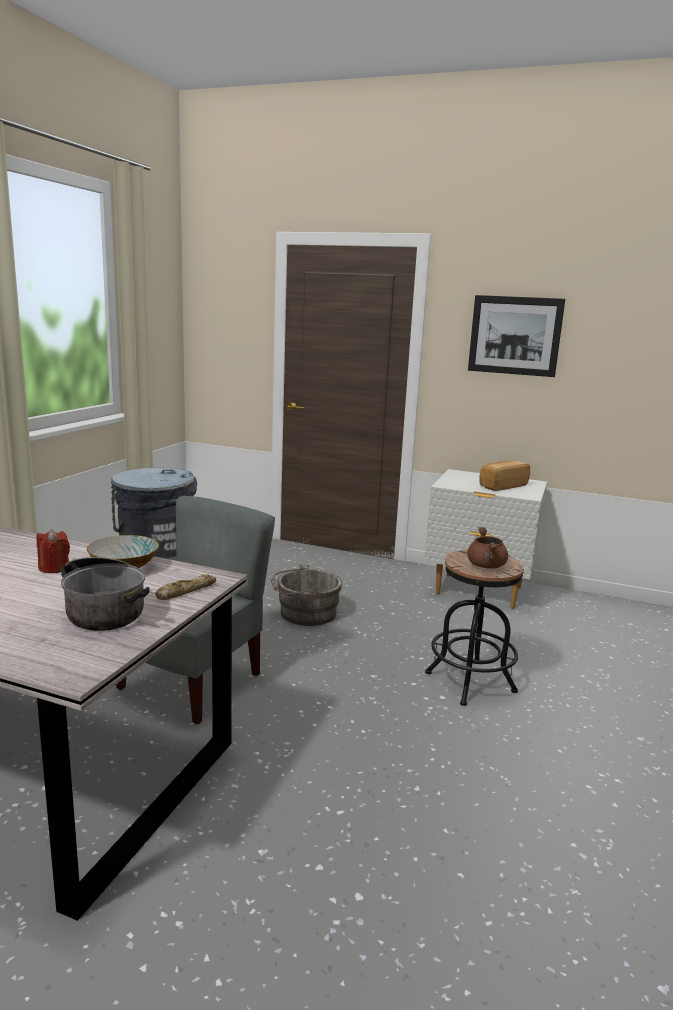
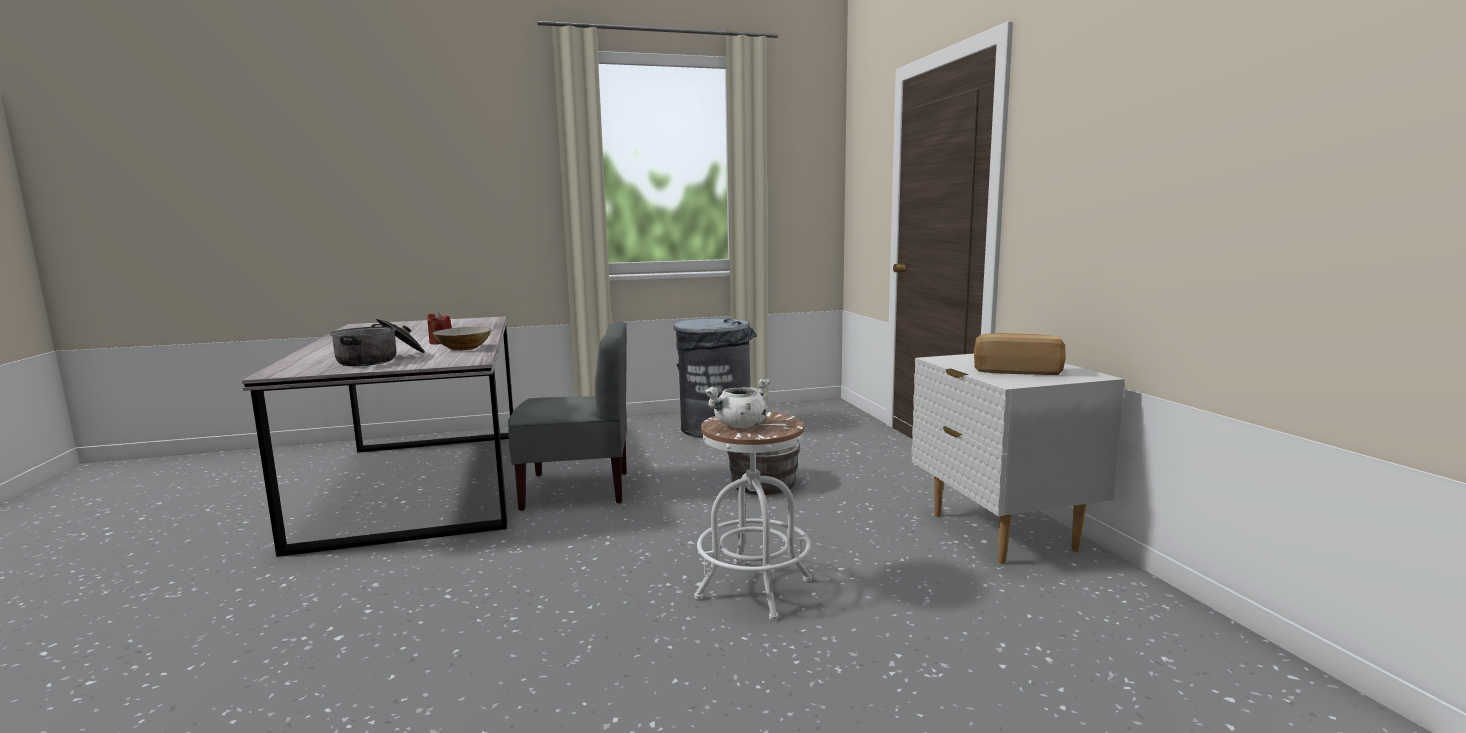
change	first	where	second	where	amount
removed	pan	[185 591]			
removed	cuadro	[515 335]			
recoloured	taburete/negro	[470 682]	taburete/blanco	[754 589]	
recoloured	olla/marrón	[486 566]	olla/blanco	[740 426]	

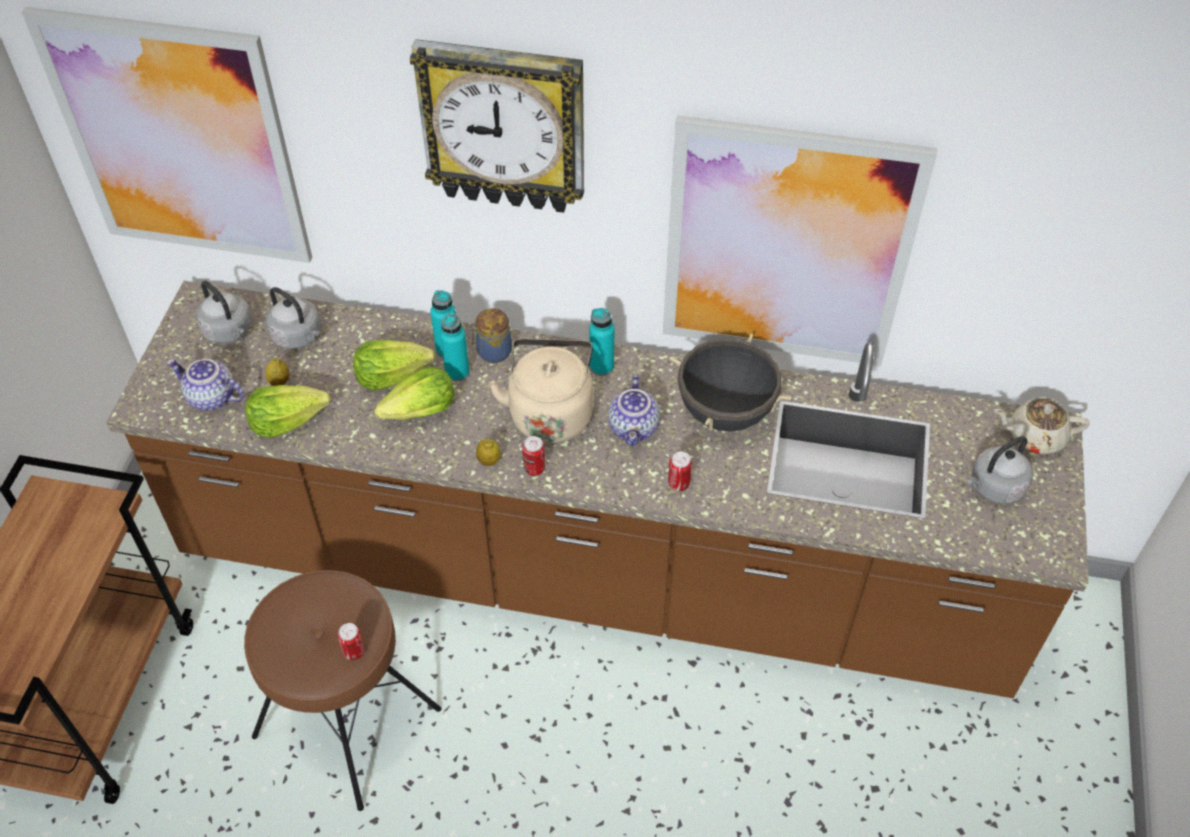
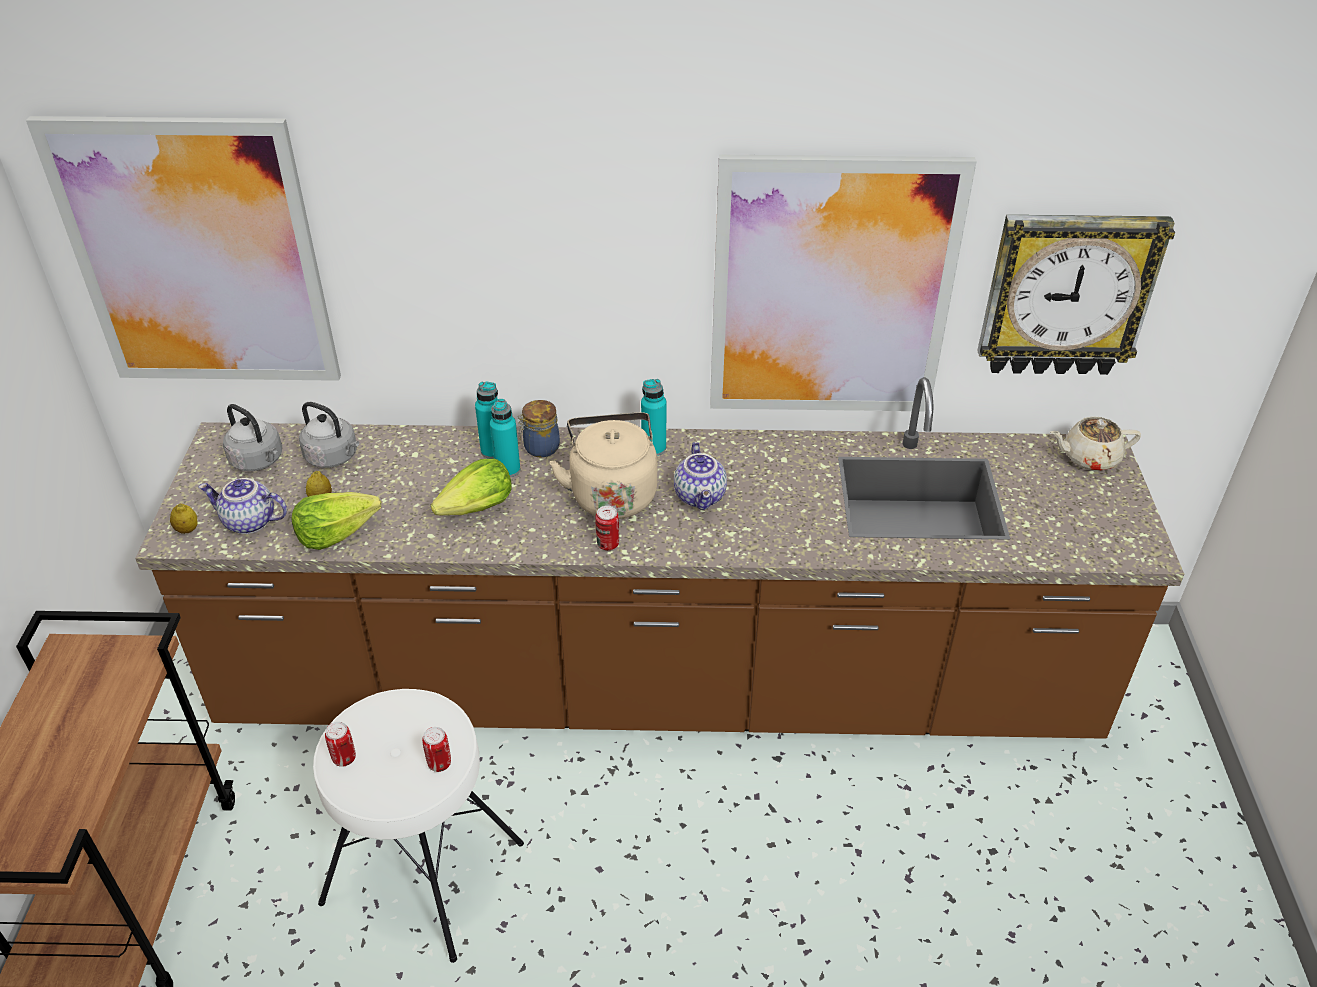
change	first	where	second	where	amount
removed	lechuga	[392 375]			
removed	olla/negro	[725 412]			
removed	hervidor/gris	[994 487]			
moved	reloj de pared	[504 126]		[1067 294]	
moved	limón	[489 460]		[187 530]	
moved	lata	[678 484]		[344 758]	
recoloured	taburete/marrón	[348 721]	taburete/blanco	[423 871]	

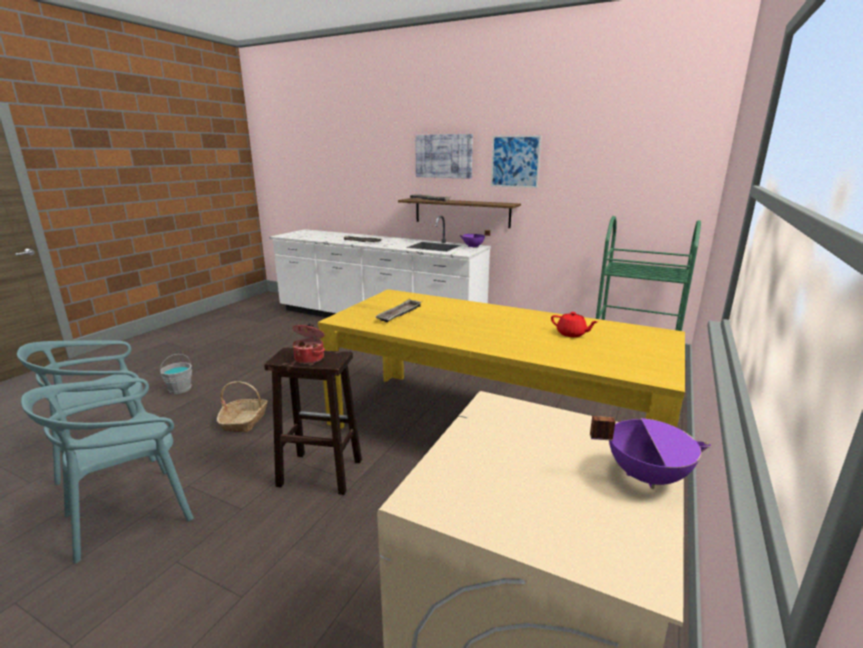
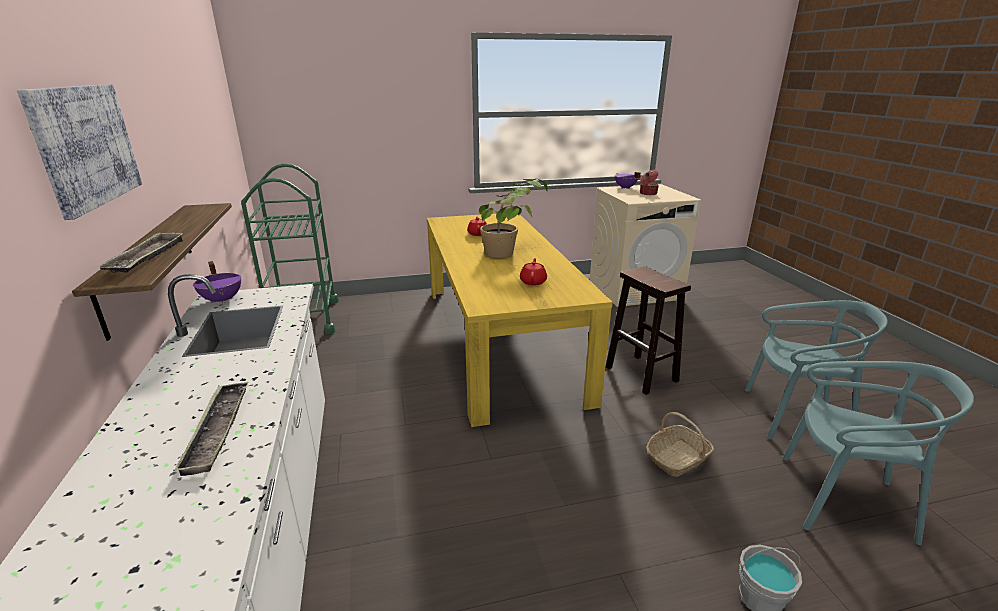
change	first	where	second	where	amount
removed	cuadro	[515 161]			
added			planta en maceta	[512 250]	
moved	olla	[310 358]		[647 193]	
replaced	bandeja	[399 314]	tetera/rojo	[533 281]	

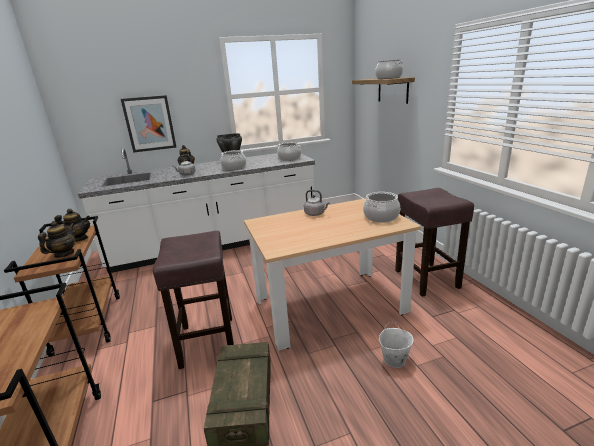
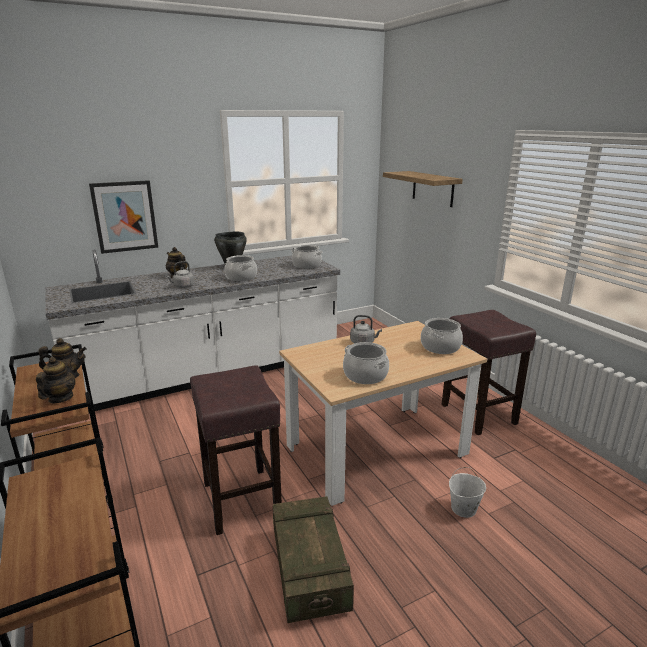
change	first	where	second	where	amount
moved	olla	[388 78]		[365 375]	

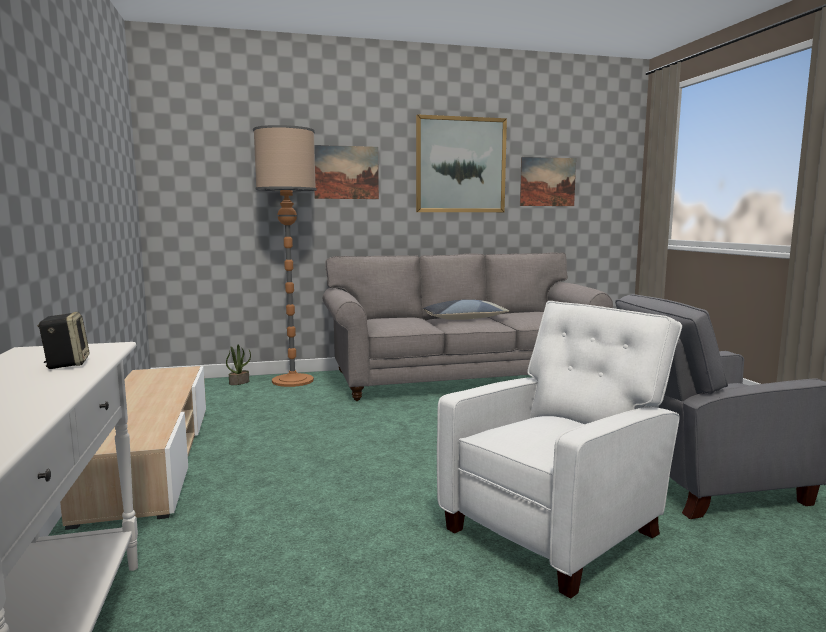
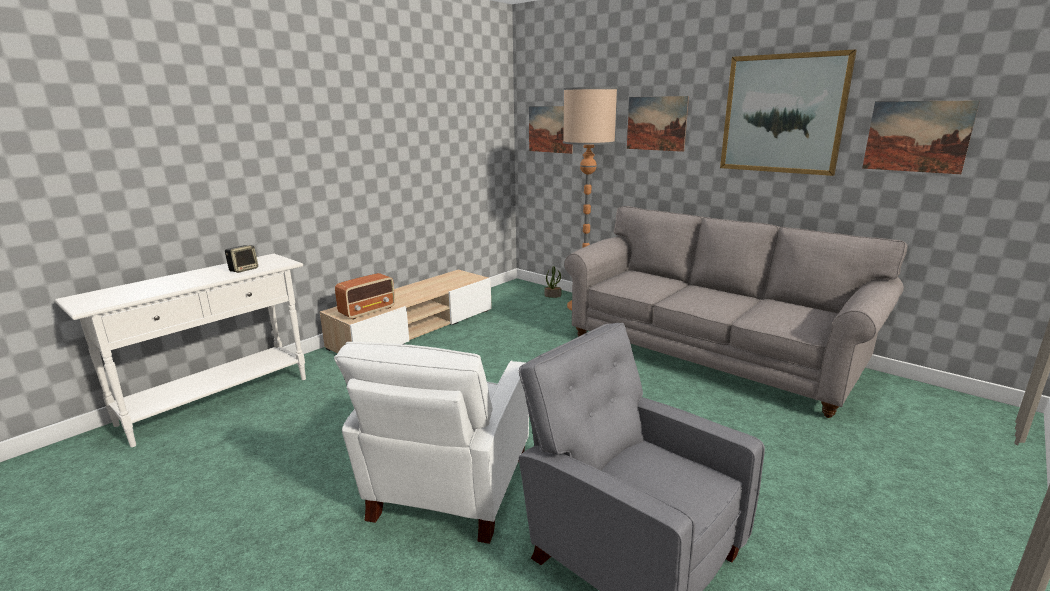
change	first	where	second	where	amount
removed	cojín	[464 319]			
added			radio	[368 311]	
added			cuadro	[550 129]	
turned	sillón/blanco	[557 529]		[447 490]	90 degrees clockwise

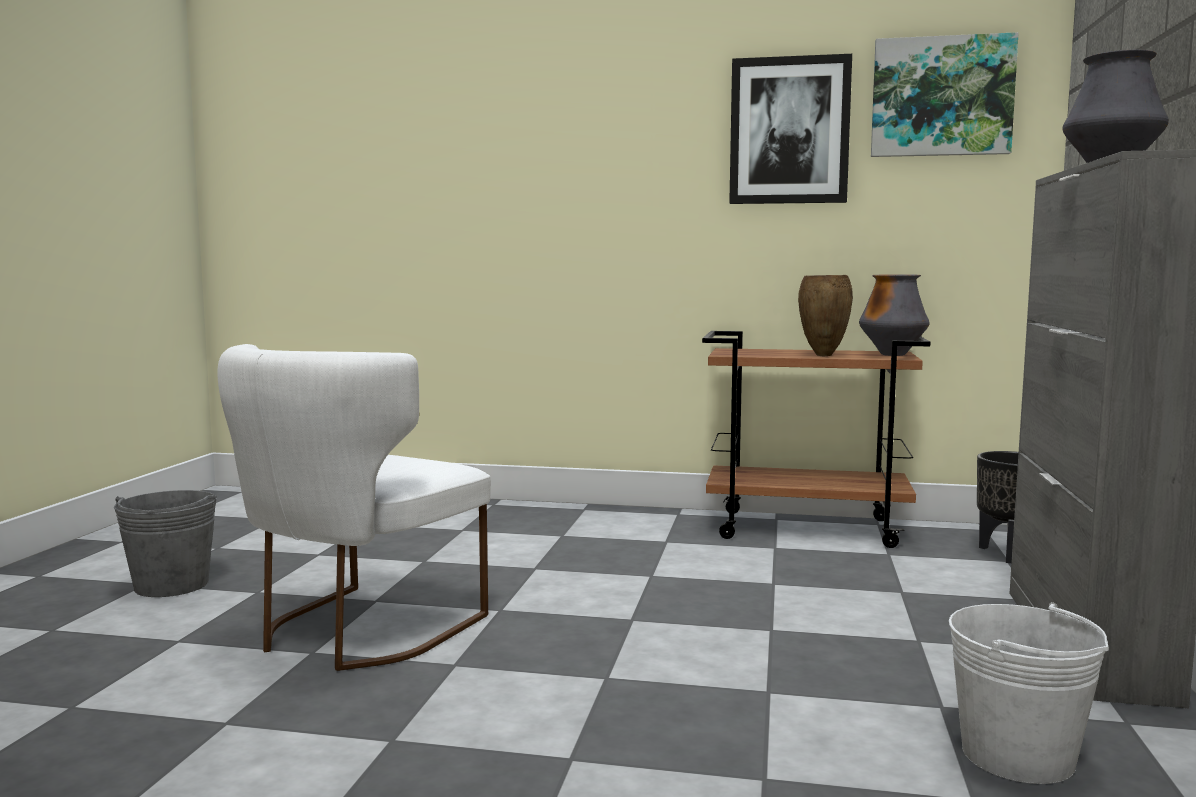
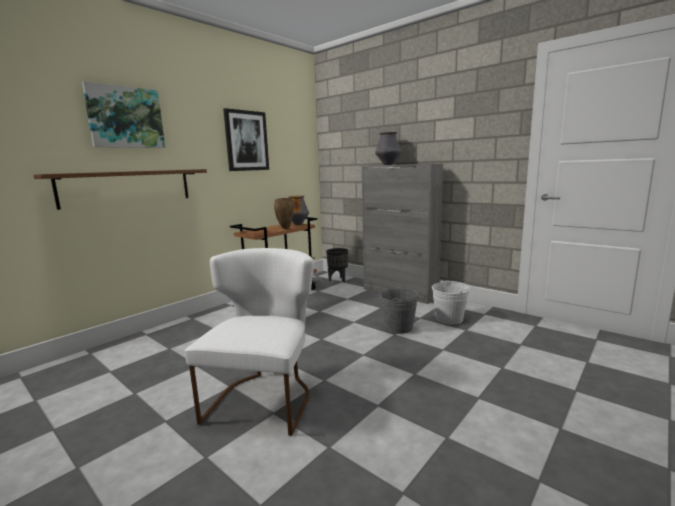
change	first	where	second	where	amount
added			estante/marrón	[127 187]	
moved	cubo/gris	[171 585]		[398 327]	
moved	cuadro	[941 97]		[125 117]	
turned	silla/blanco	[356 633]		[264 397]	135 degrees counterclockwise

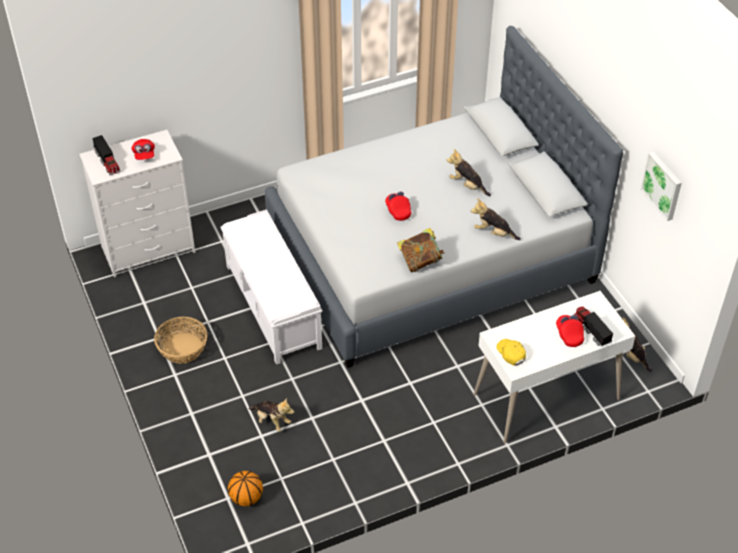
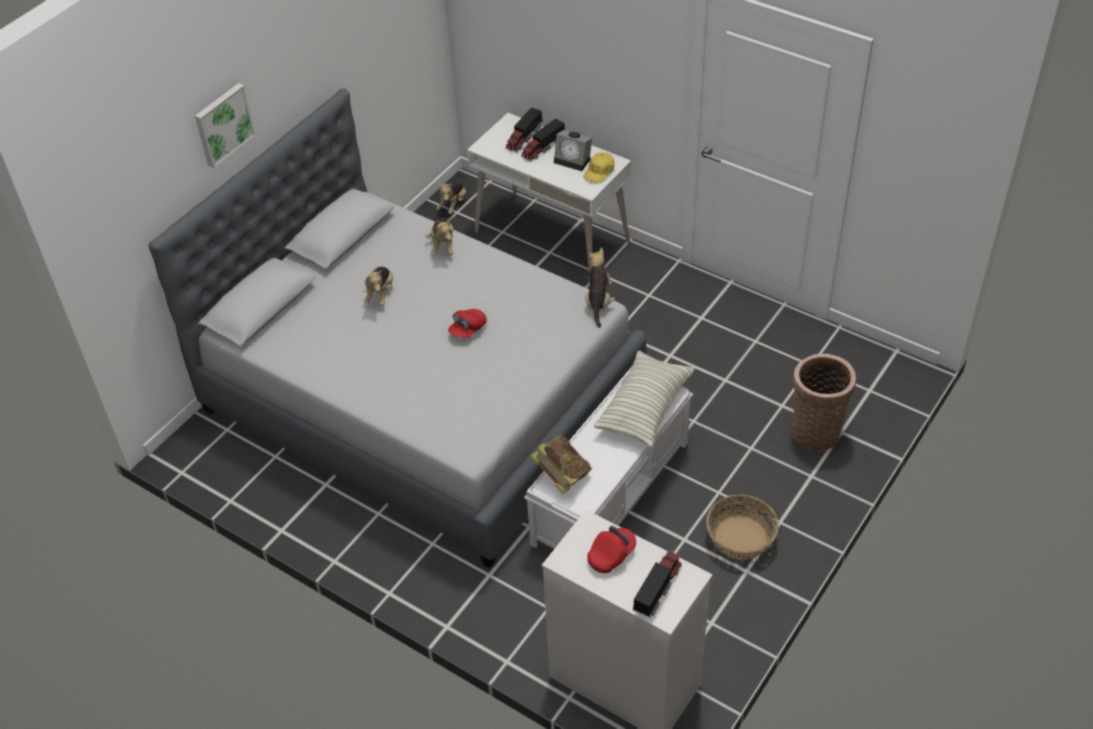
change	first	where	second	where	amount
removed	balón de baloncesto	[246 498]			
added			despertador	[574 160]	
added			cojín	[644 408]	
added			cesta	[815 431]	
moved	peluche	[272 420]		[598 302]	
moved	libro	[420 261]		[561 476]	
moved	cuadro	[663 185]		[223 124]	
replaced	gorra/rojo	[569 335]	camión de juguete	[543 147]	

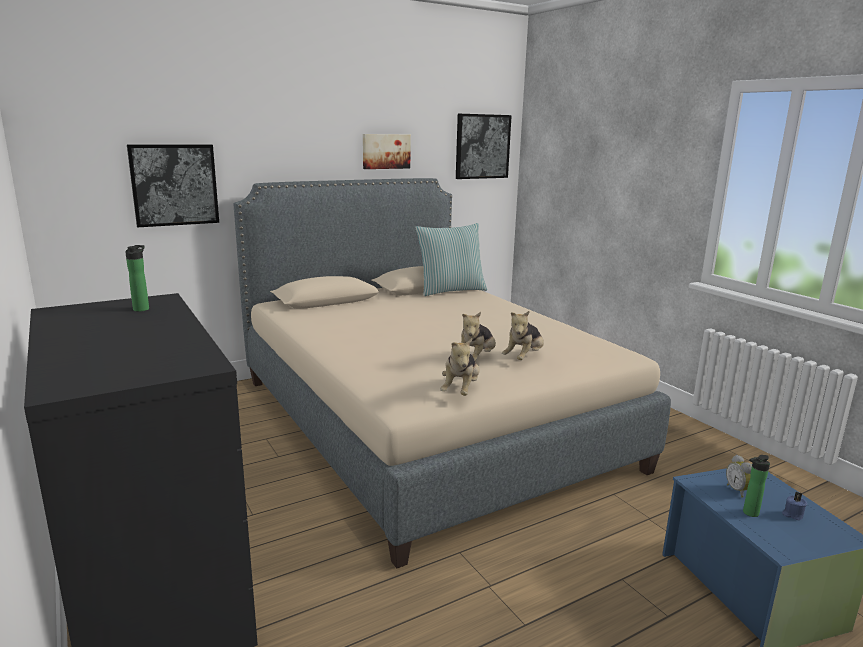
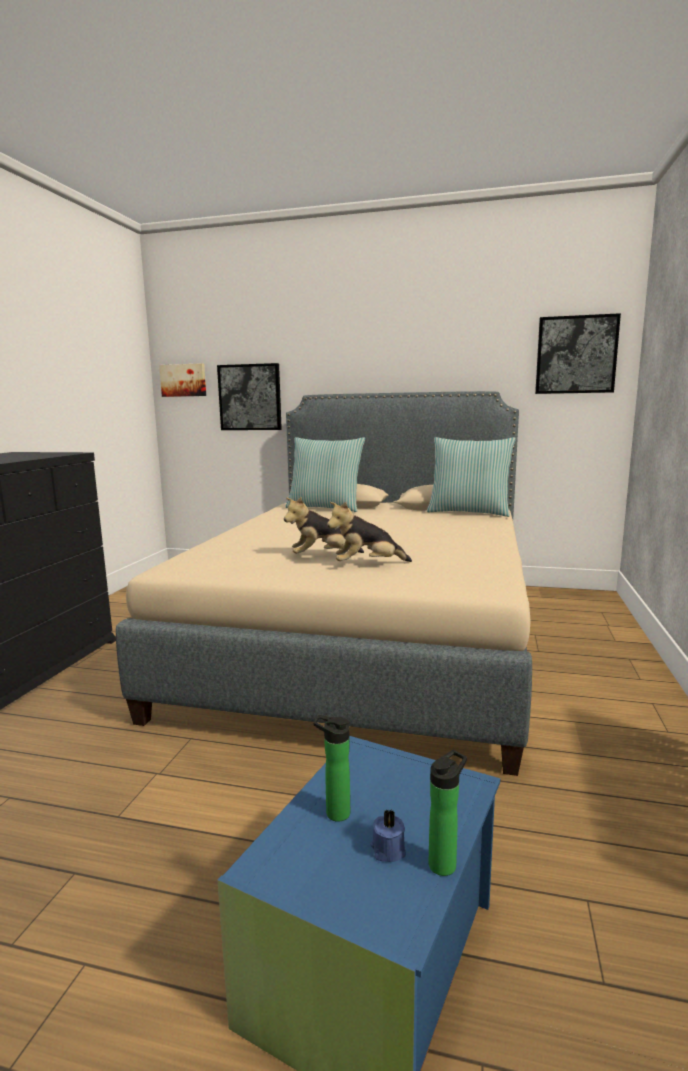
change	first	where	second	where	amount
removed	peluche	[460 390]			
removed	despertador	[738 491]			
added			cojín	[325 508]	
moved	botella	[142 308]		[445 863]	
moved	cuadro	[386 151]		[183 380]	

